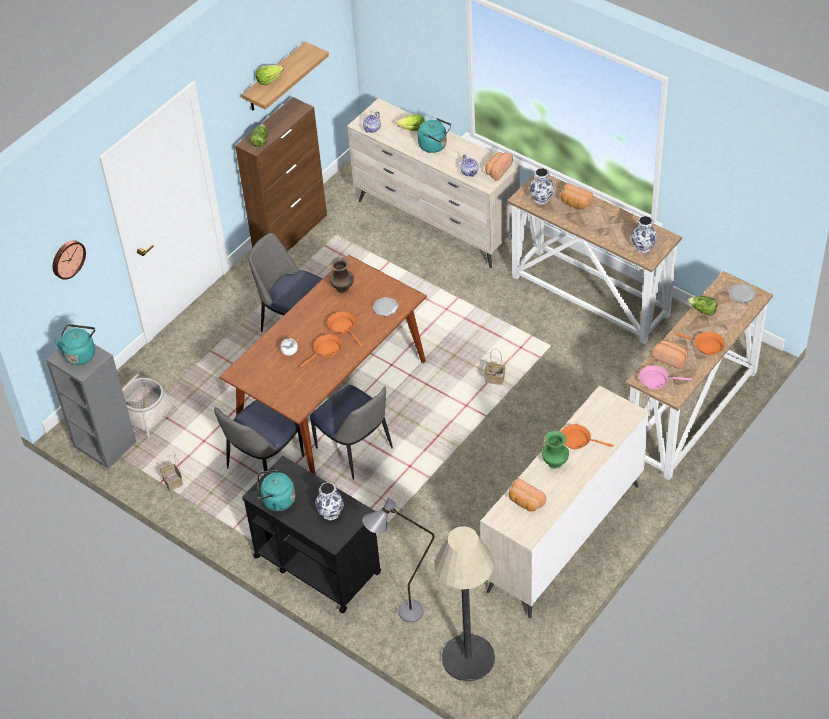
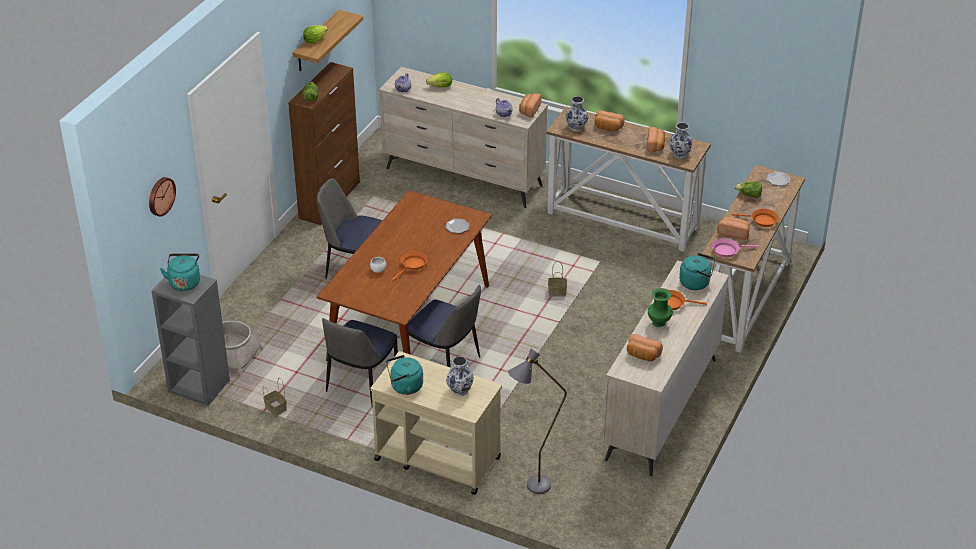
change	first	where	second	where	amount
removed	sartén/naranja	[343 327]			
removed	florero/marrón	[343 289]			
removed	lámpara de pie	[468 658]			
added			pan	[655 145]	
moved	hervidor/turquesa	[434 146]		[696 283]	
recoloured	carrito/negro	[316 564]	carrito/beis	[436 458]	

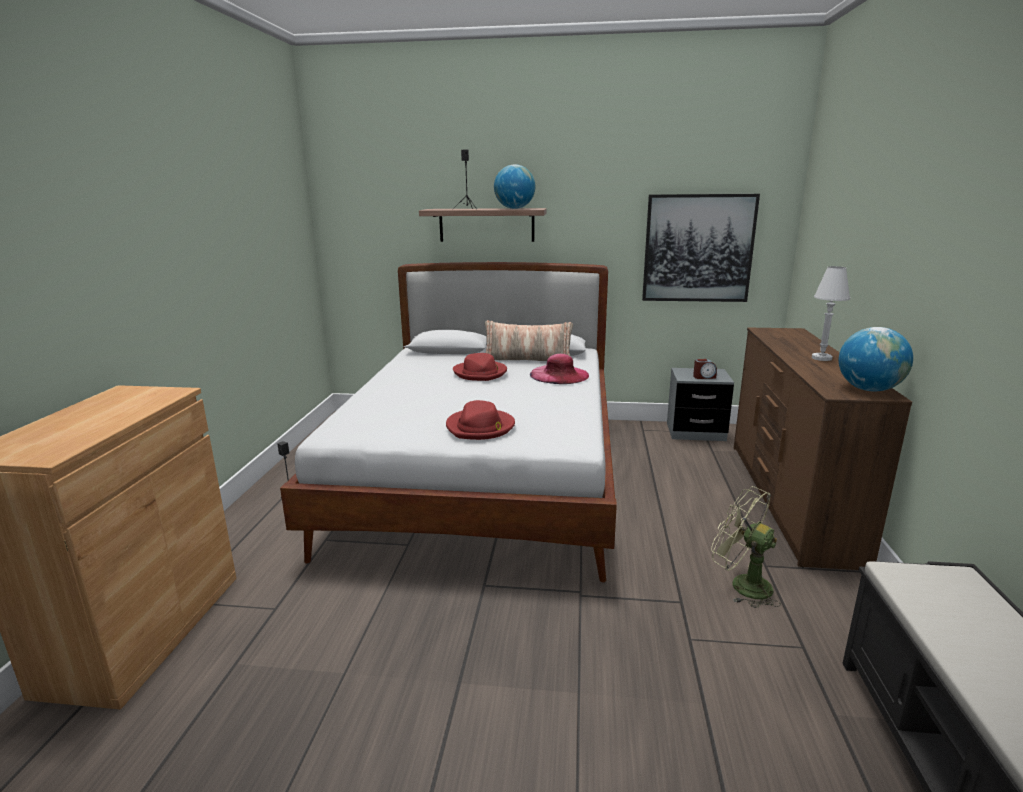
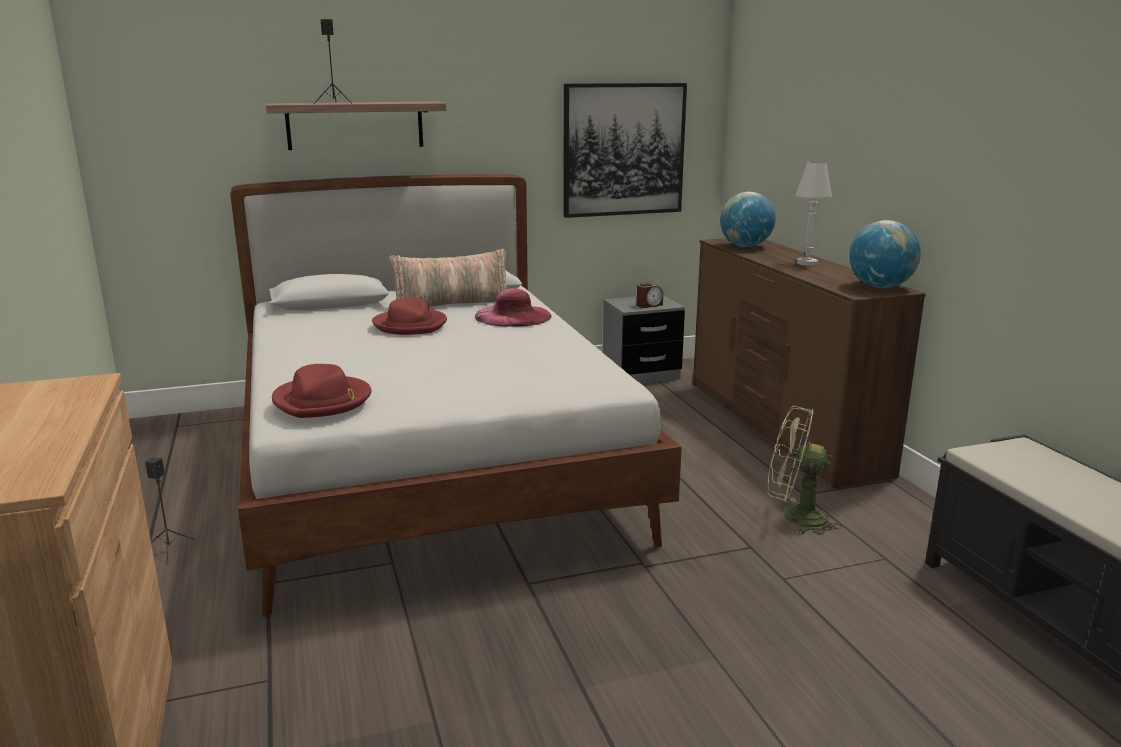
change	first	where	second	where	amount
moved	sombrero/rojo	[480 427]		[323 401]	
moved	globo terráqueo	[514 208]		[745 246]	

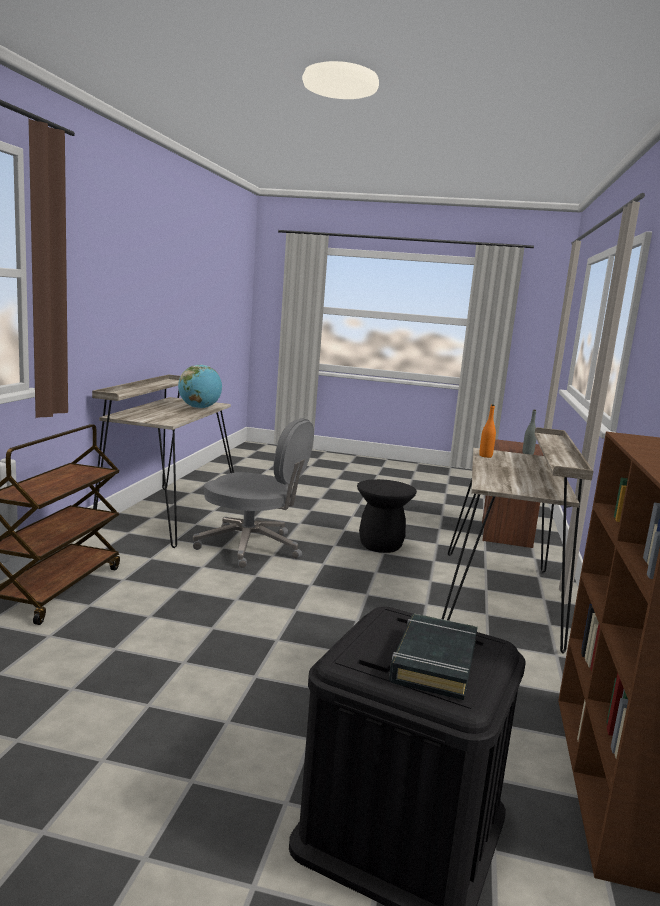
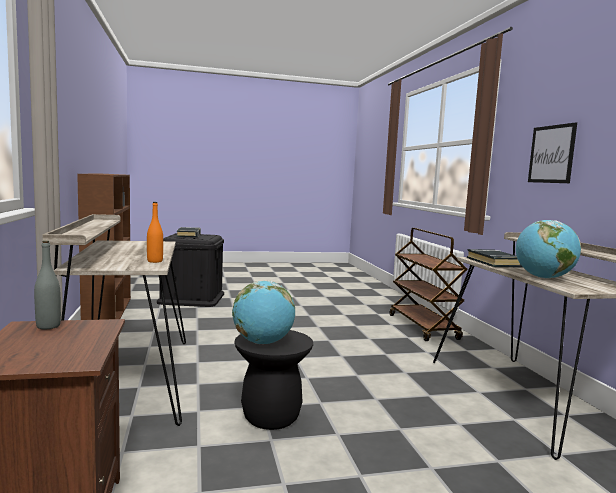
change	first	where	second	where	amount
removed	silla de oficina/gris	[251 547]			
added			globo terráqueo	[263 343]	
added			libro/negro	[494 262]	
added			cuadro	[551 154]	

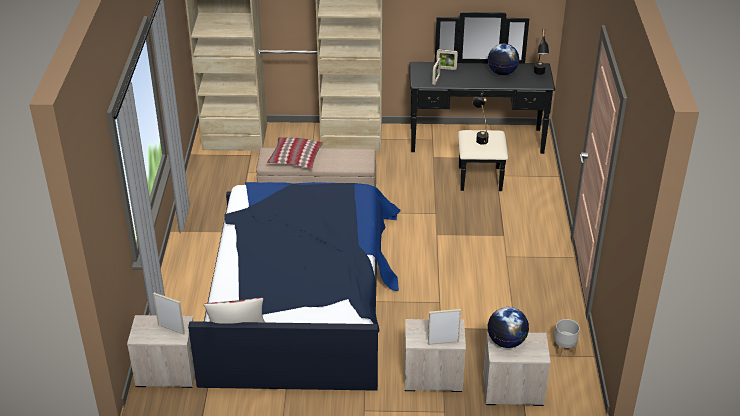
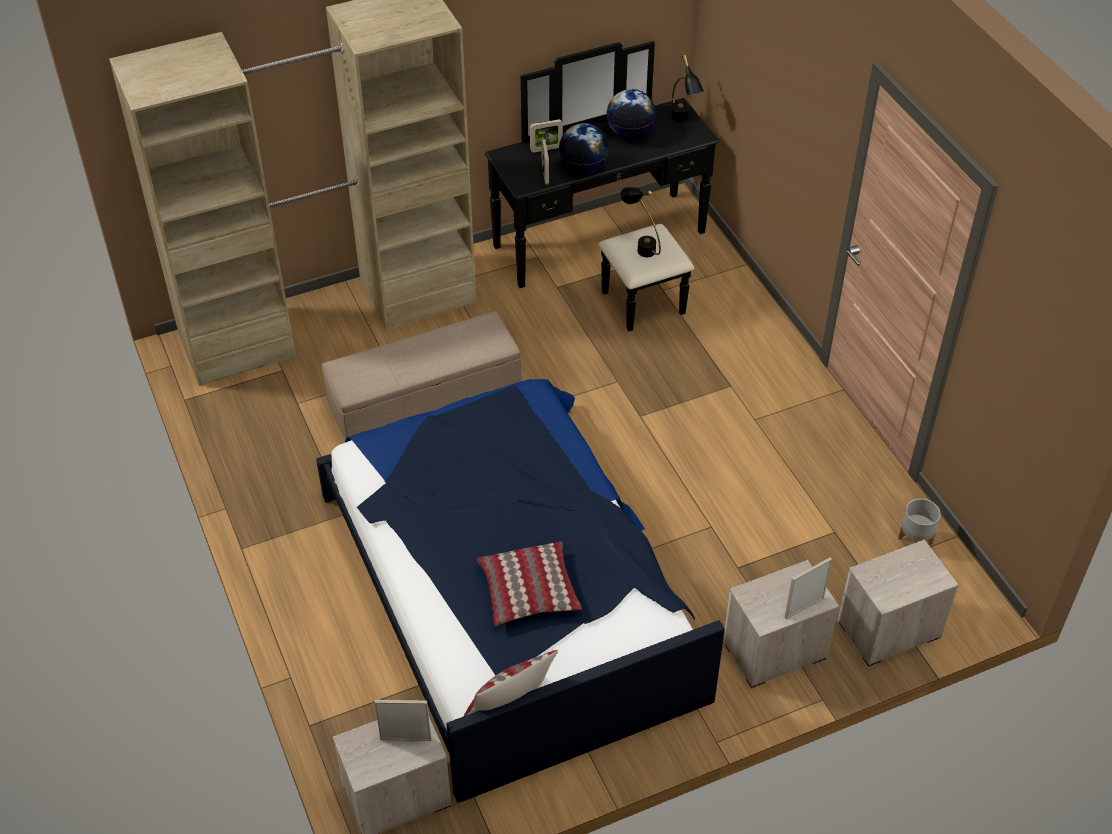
change	first	where	second	where	amount
moved	cojín	[295 159]		[529 591]	
moved	globo terráqueo	[506 342]		[583 168]	

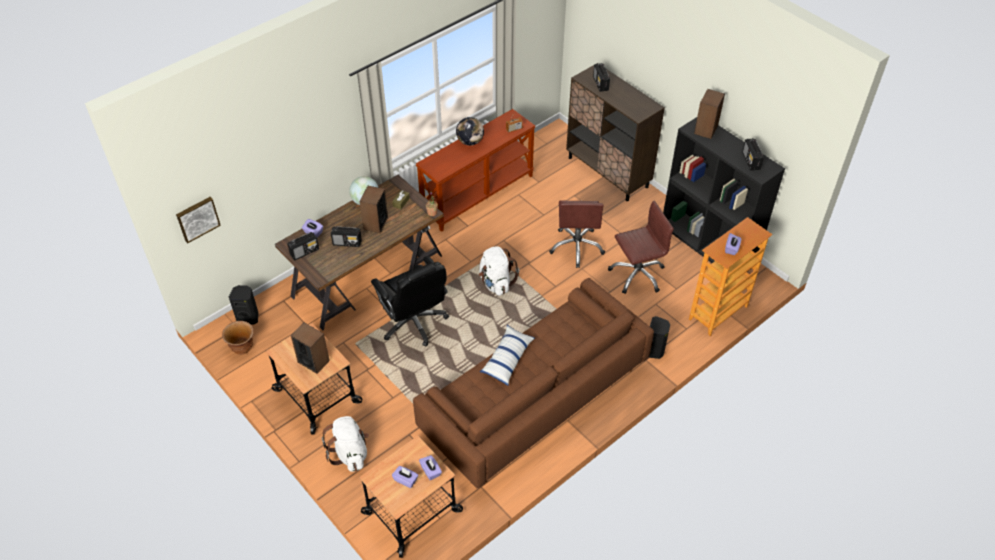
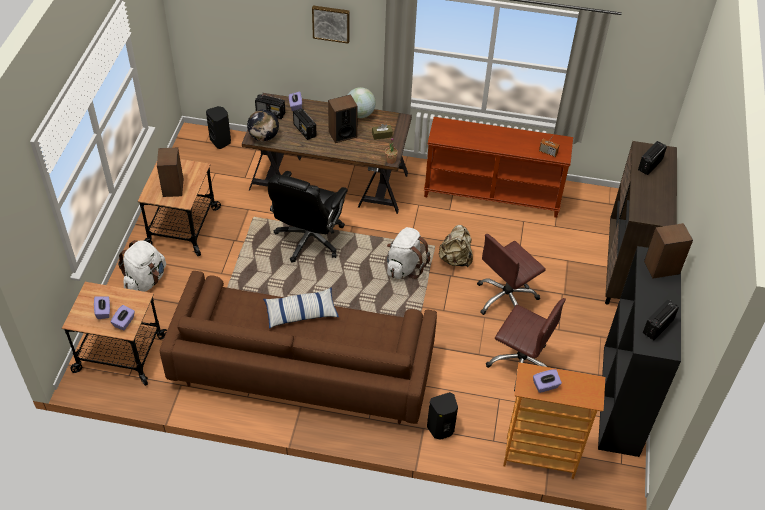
change	first	where	second	where	amount
removed	maceta/marrón	[242 347]			
added			mochila/beis	[455 259]	
moved	cuadro	[197 218]		[331 23]	
moved	globo terráqueo	[470 142]		[264 137]	

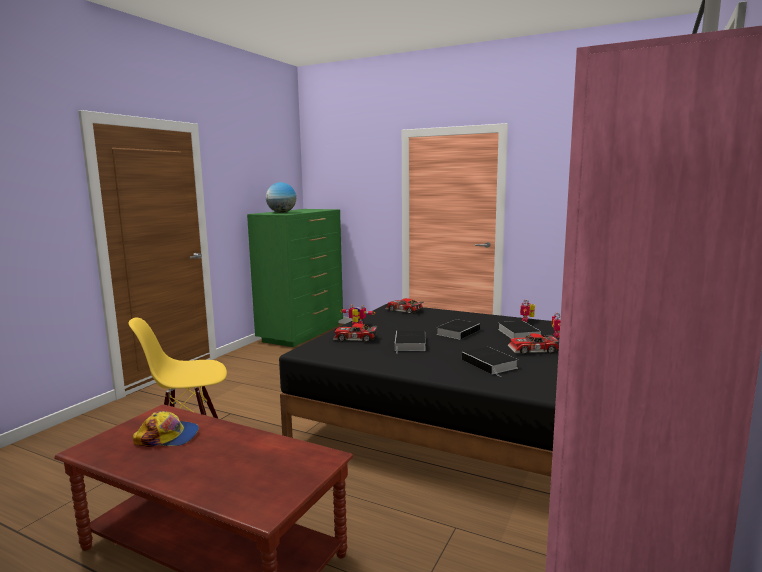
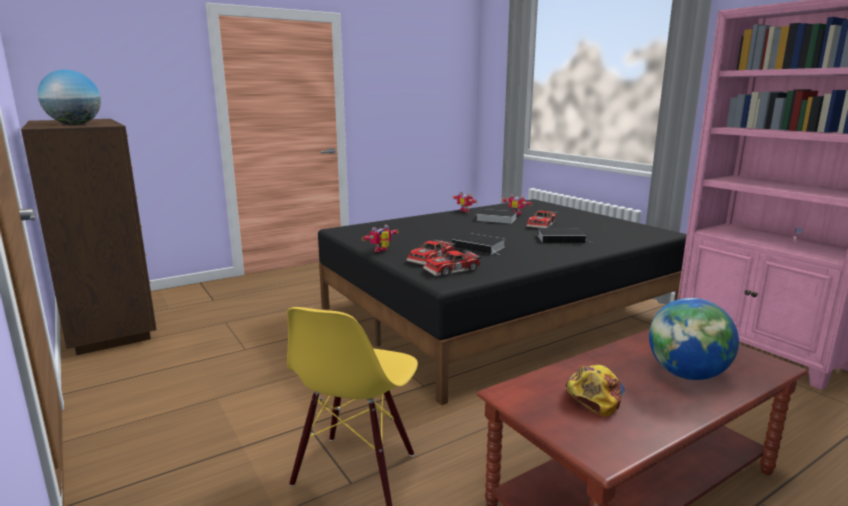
change	first	where	second	where	amount
removed	libro	[458 332]			
added			globo terráqueo	[687 375]	
moved	coche de juguete	[403 310]		[453 270]	
recoloured	cómoda/verde	[303 333]	cómoda/marrón	[110 322]	

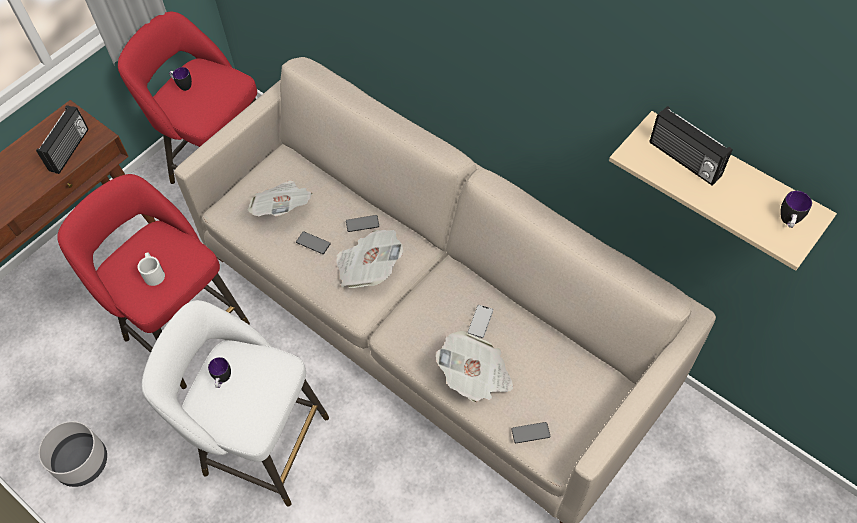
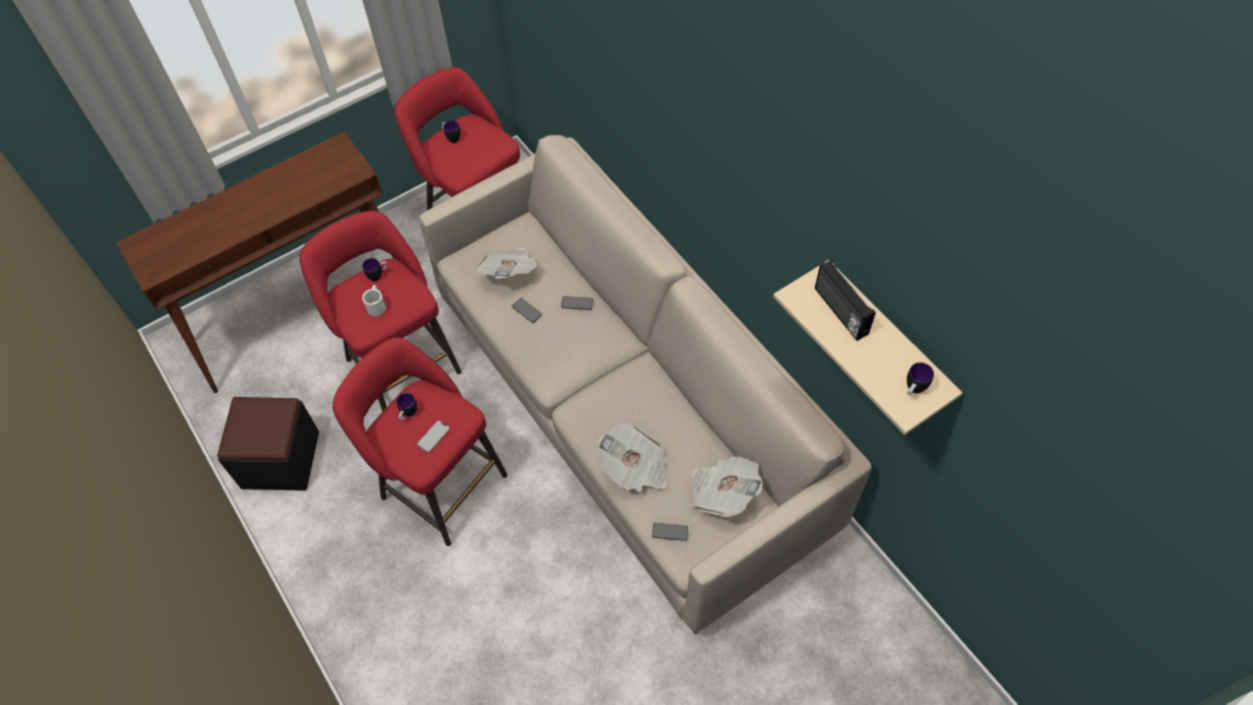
change	first	where	second	where	amount
removed	radio	[70 150]			
added			taza grande	[378 275]	
moved	periódico	[368 268]		[722 492]	
moved	móvil	[480 321]		[433 437]	
replaced	maceta/gris	[81 462]	puf/negro	[280 459]	
recoloured	taburete/blanco	[260 443]	taburete/rojo	[439 483]	

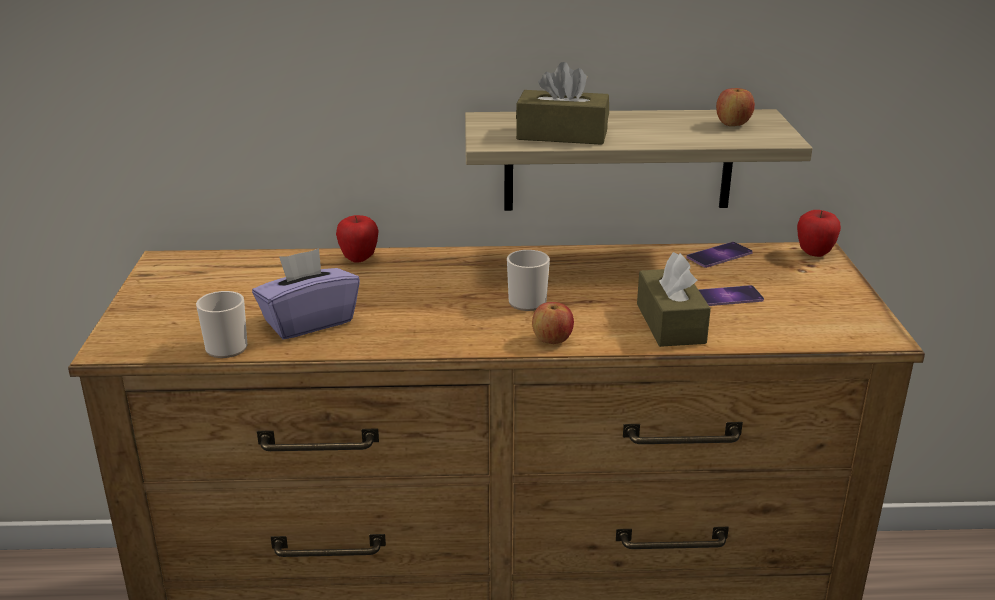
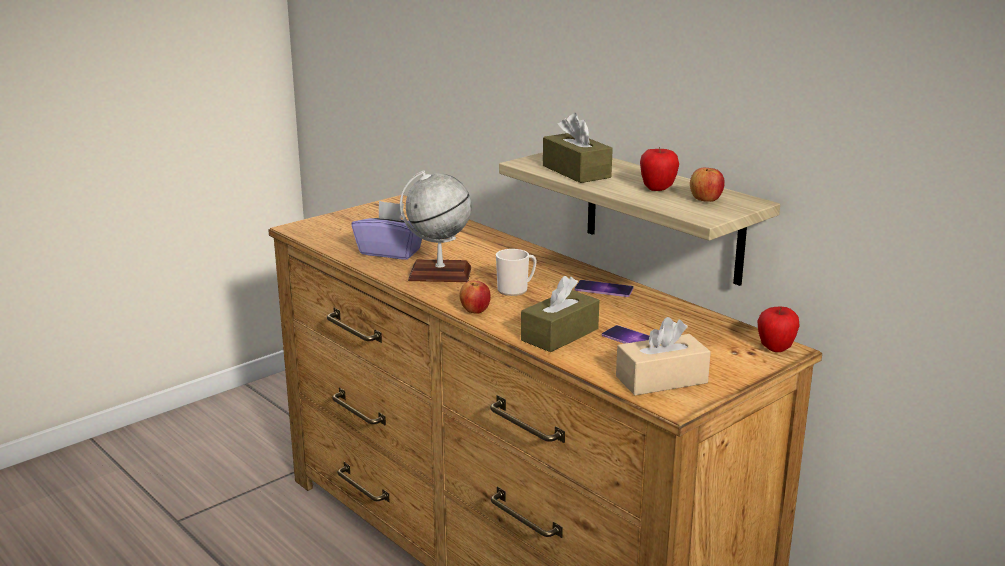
change	first	where	second	where	amount
removed	taza grande	[224 346]			
added			globo terráqueo	[439 274]	
added			caja de pañuelos/beis	[661 380]	
moved	manzana	[359 259]		[657 189]	
moved	móvil	[719 255]		[604 289]	

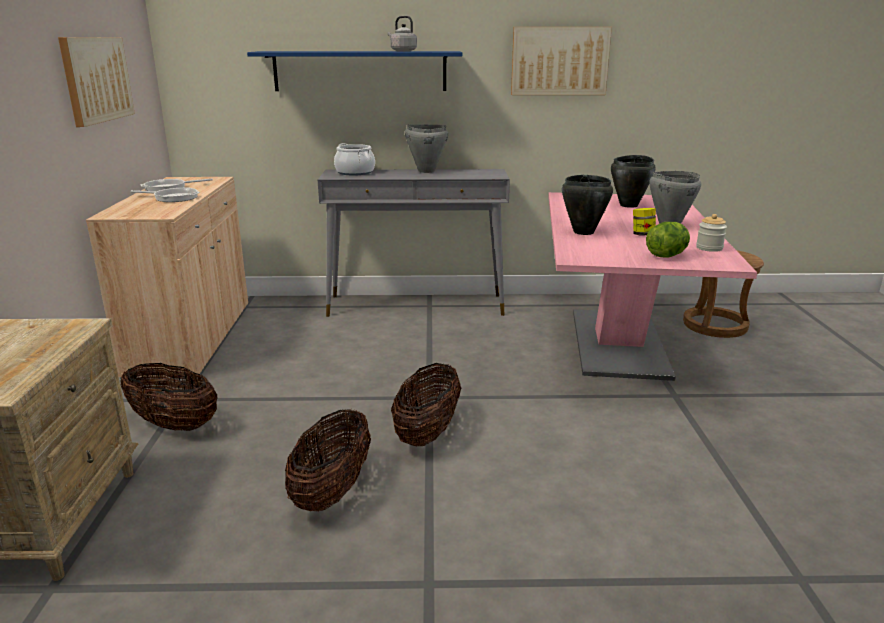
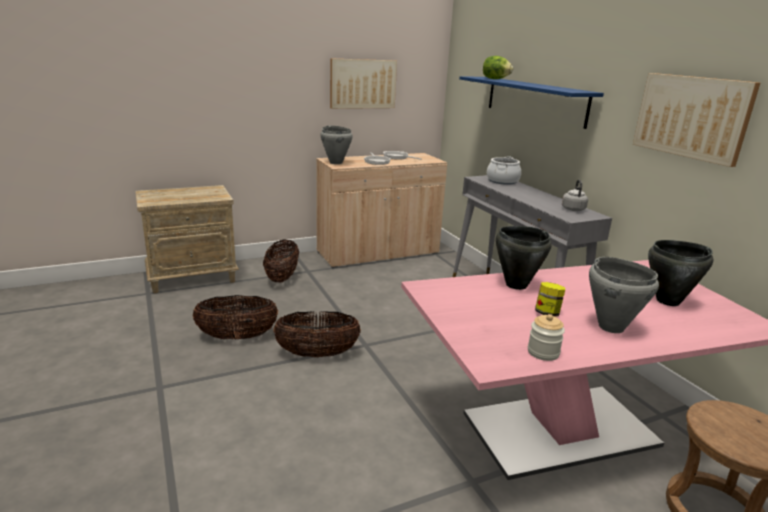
change	first	where	second	where	amount
moved	hervidor/gris	[402 51]		[573 209]	
moved	olla/gris	[426 171]		[336 162]	
moved	lechuga	[666 256]		[495 79]	

